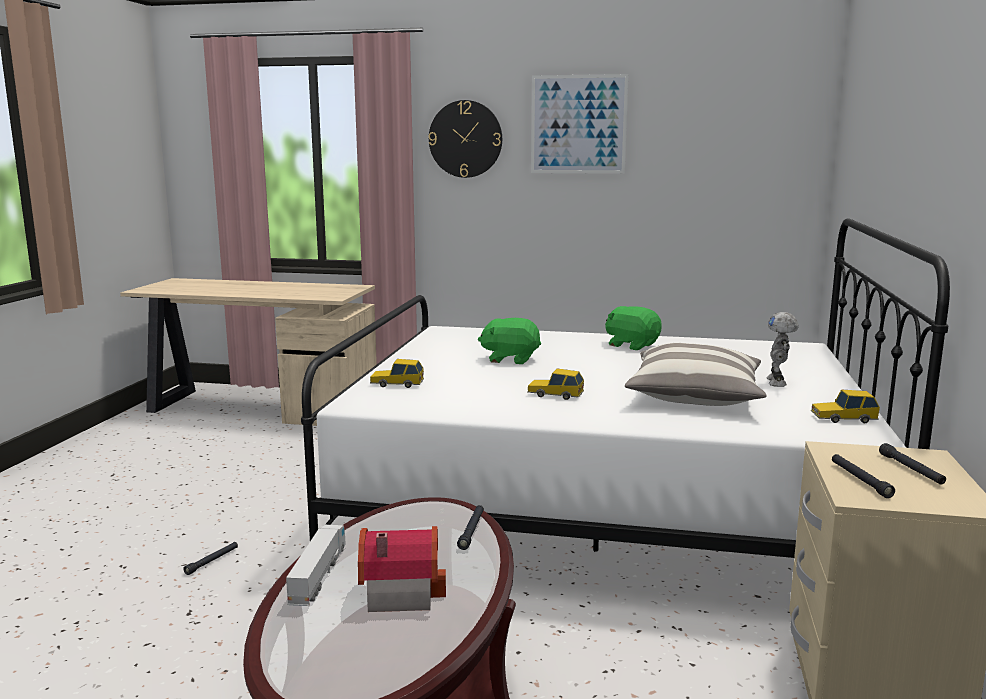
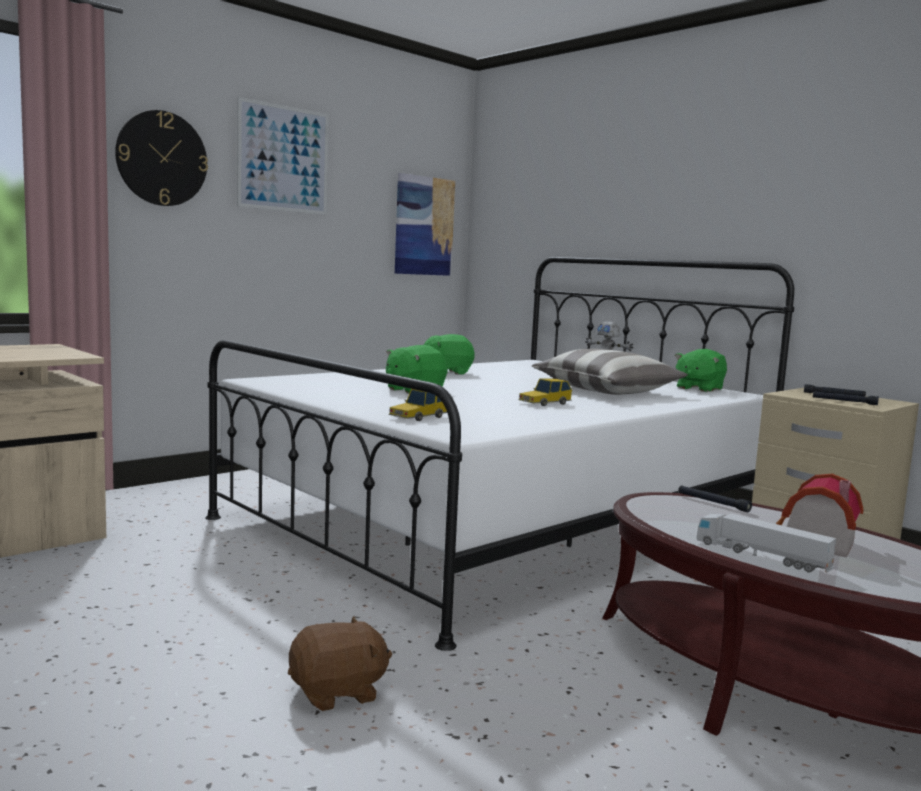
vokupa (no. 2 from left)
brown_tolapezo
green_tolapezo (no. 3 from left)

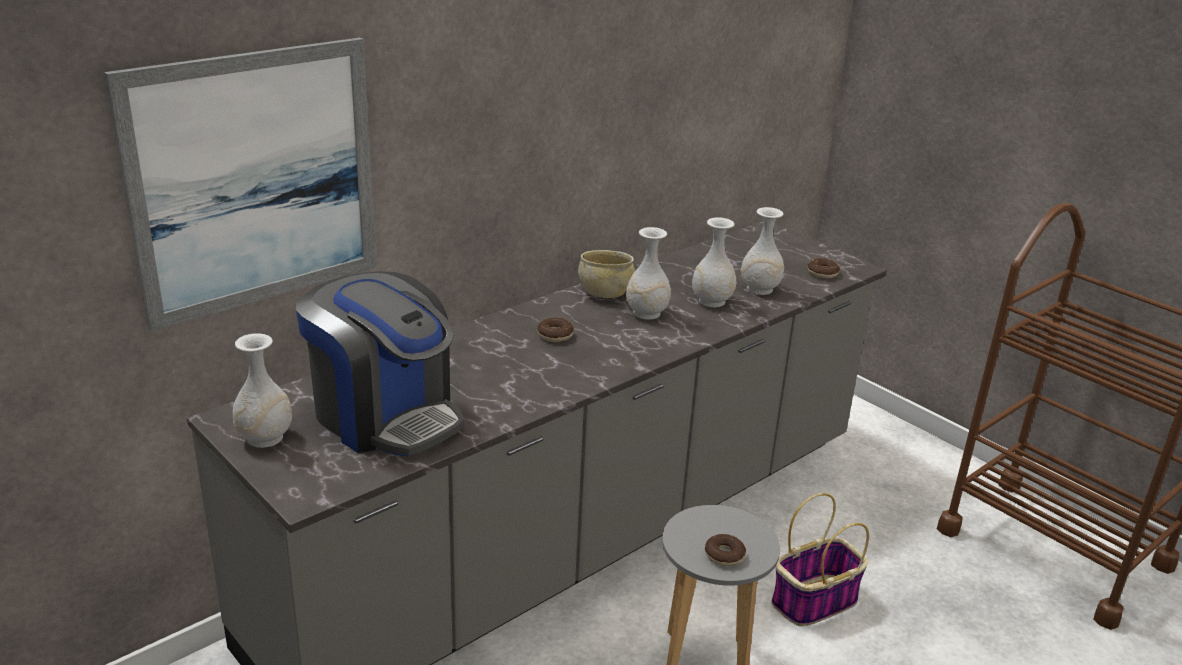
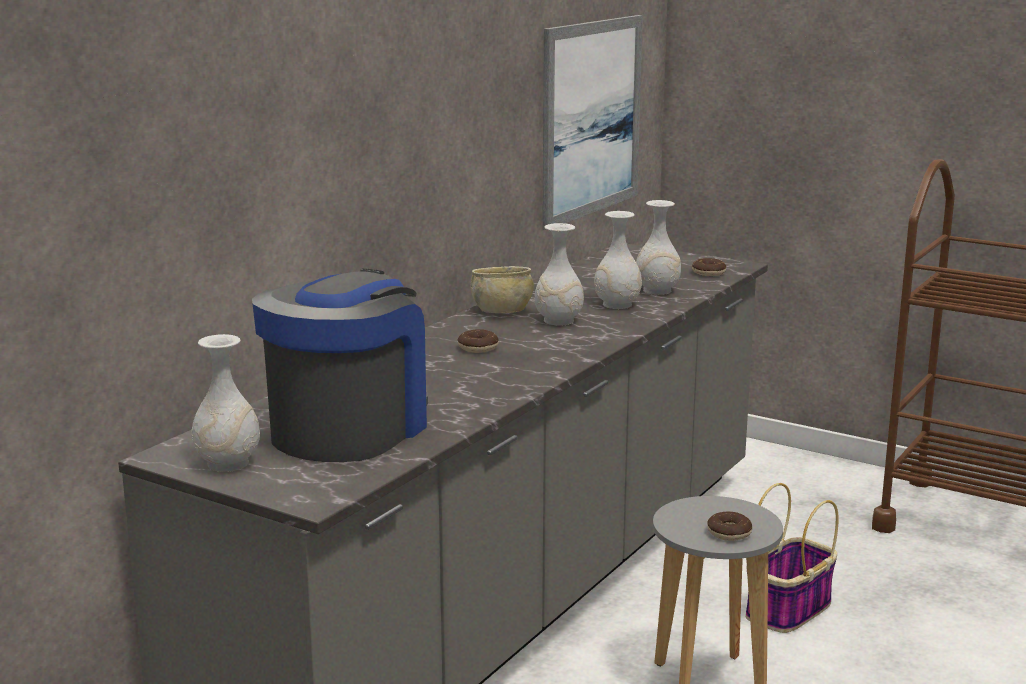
vokupa
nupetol

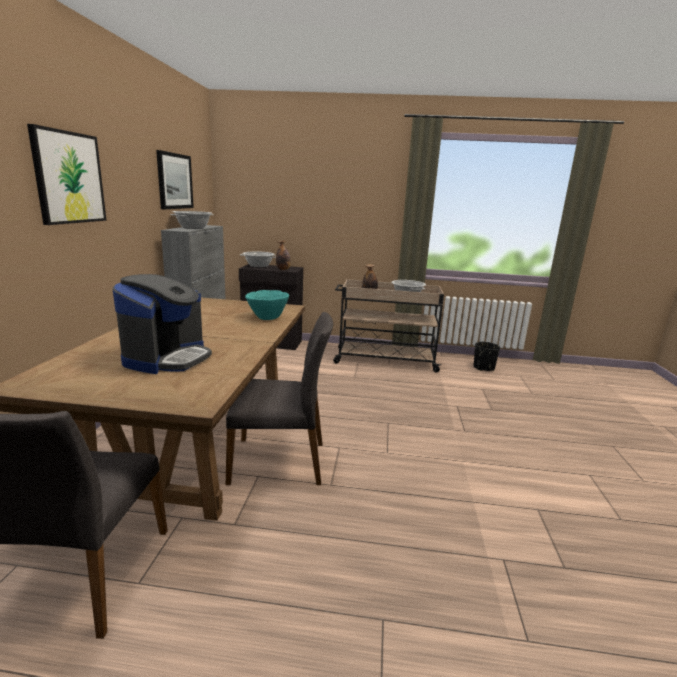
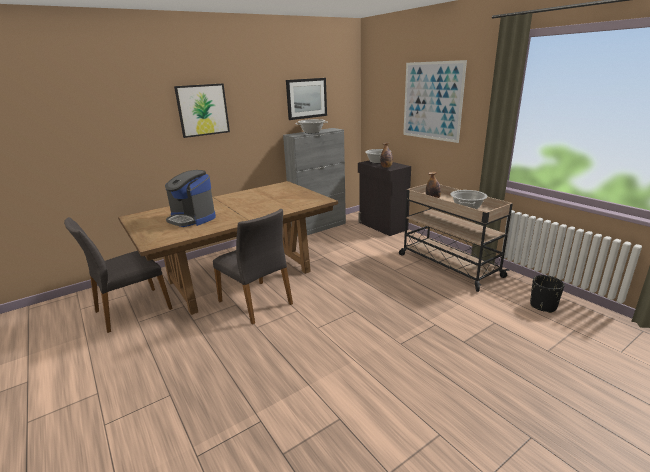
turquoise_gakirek
vokupa (no. 3 from left)
nupetol

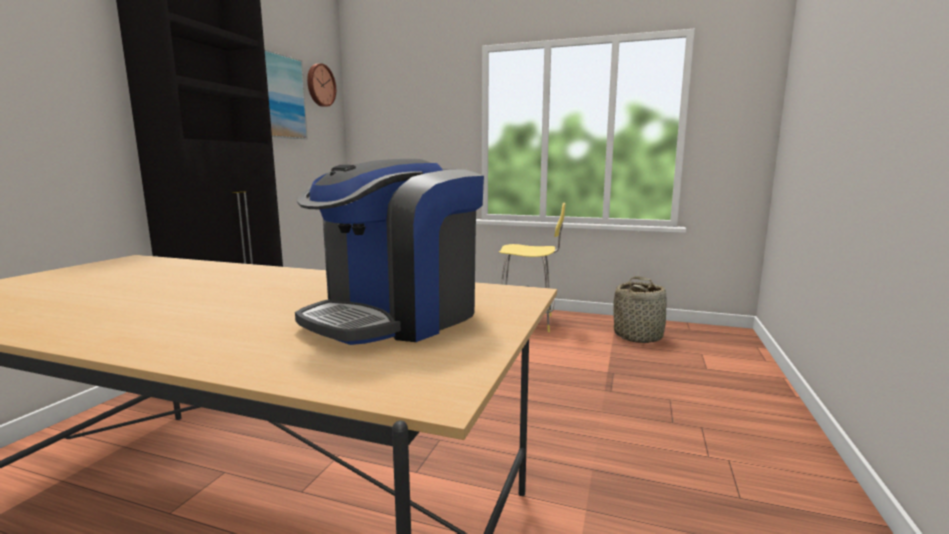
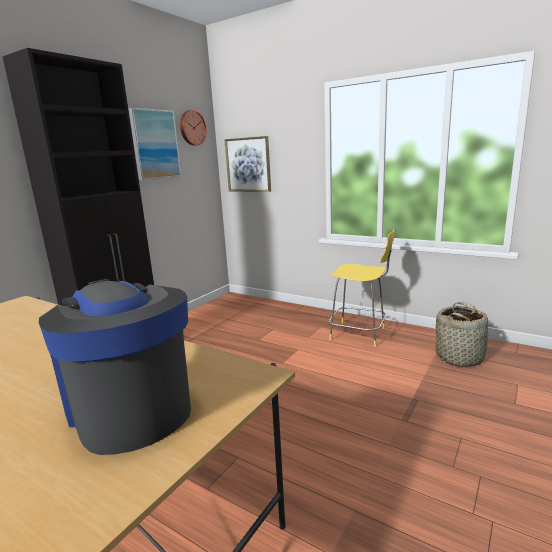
vokupa (no. 2 from left)
nupetol

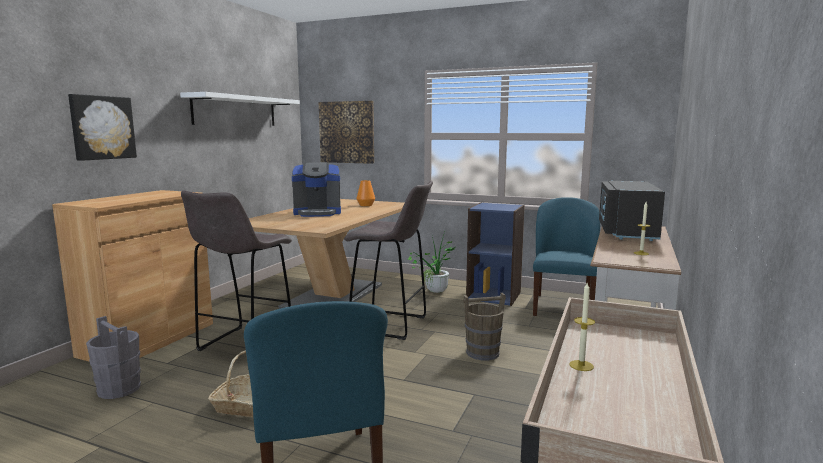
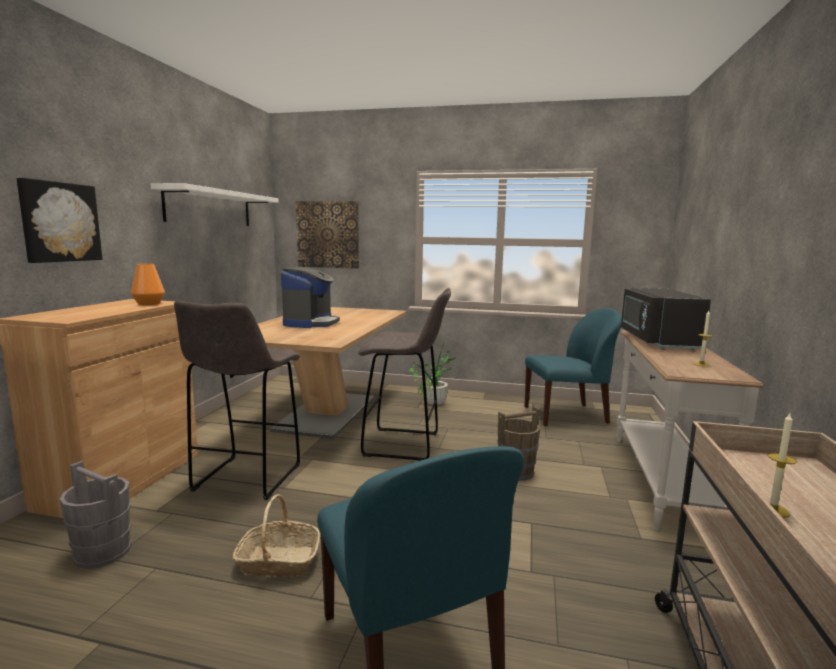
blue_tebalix
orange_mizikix
nupetol
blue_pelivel (no. 2 from left)

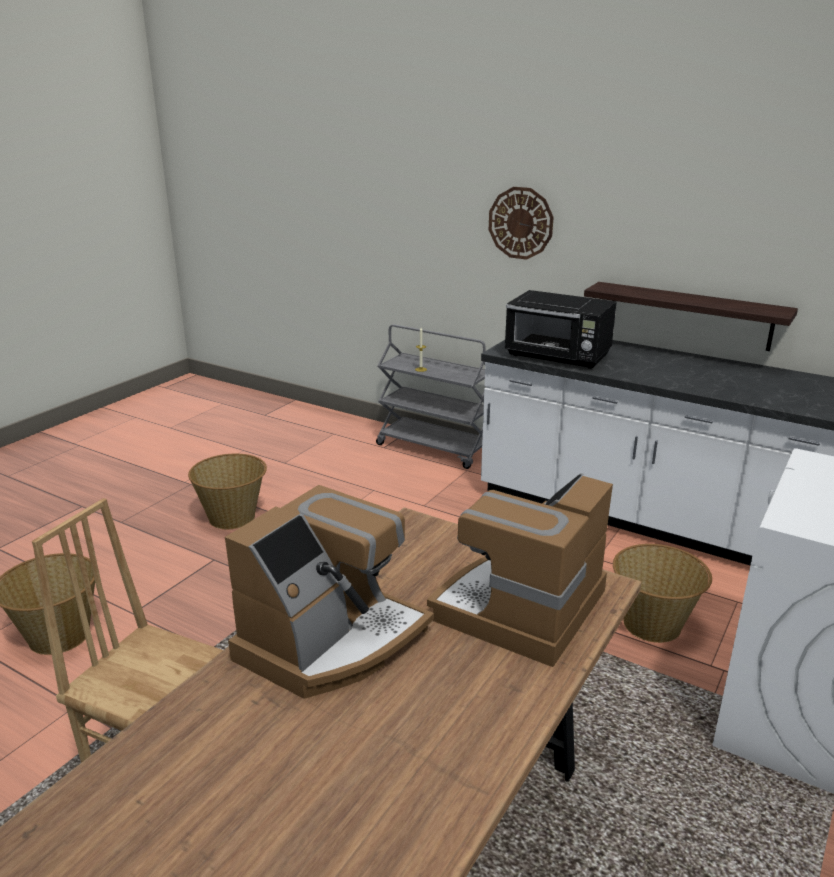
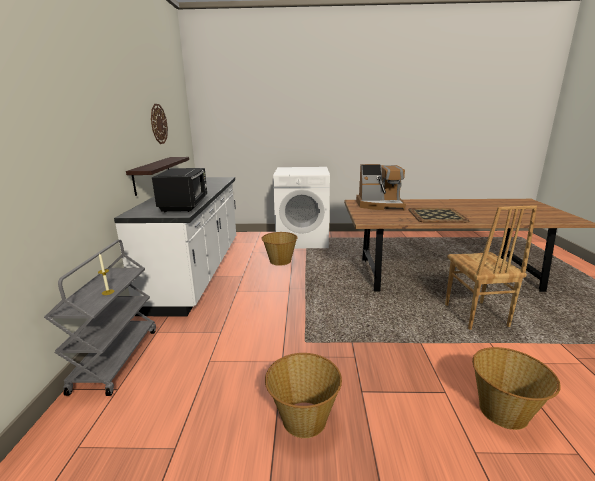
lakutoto
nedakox

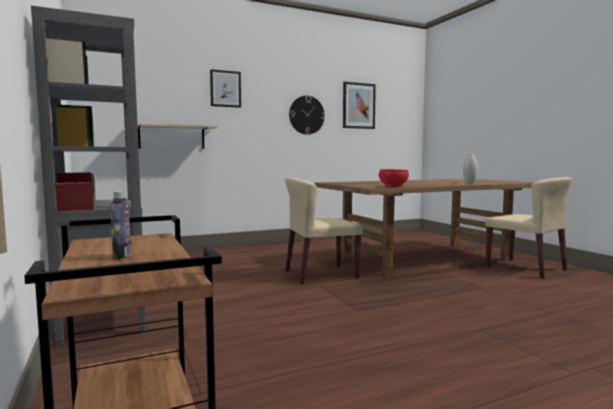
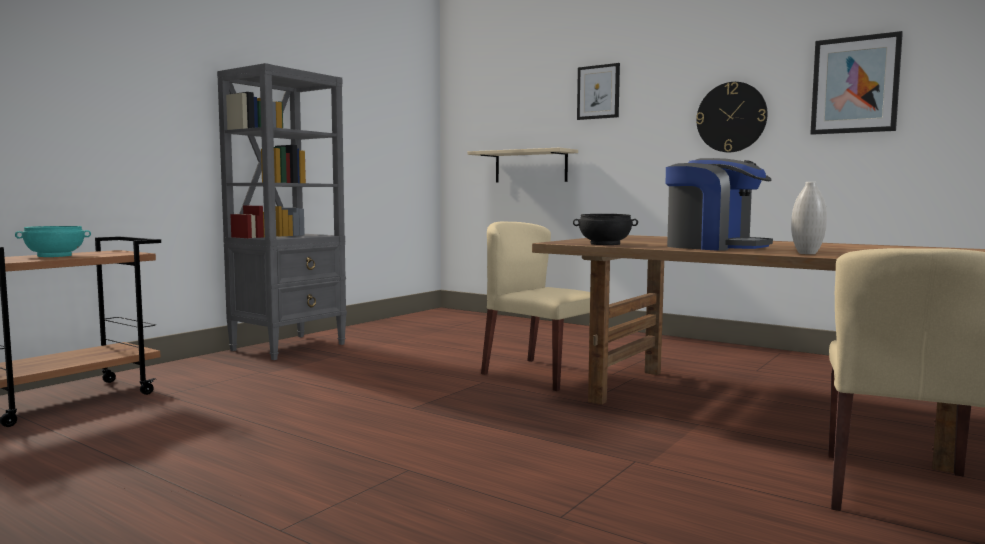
nupetol
turquoise_gakirek
black_gakirek

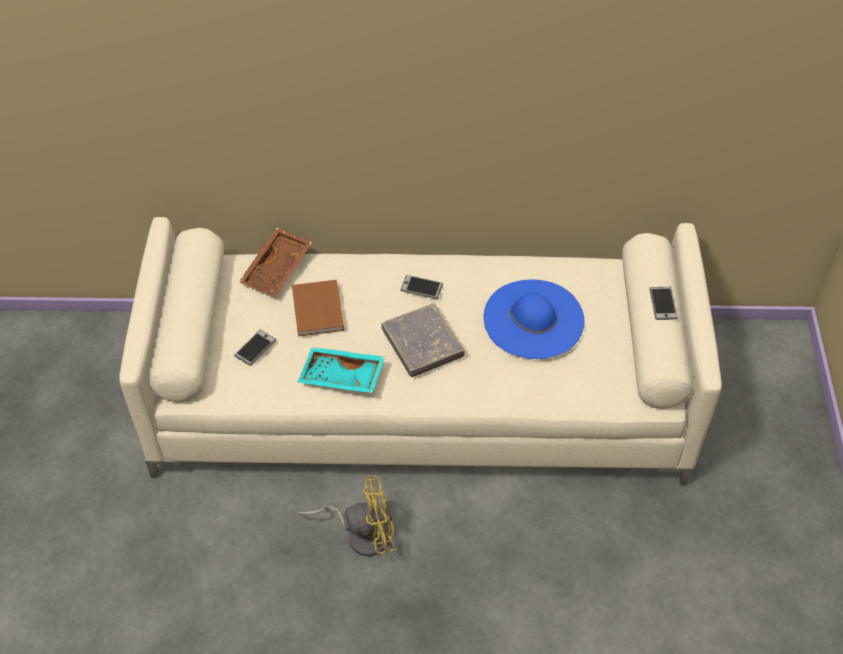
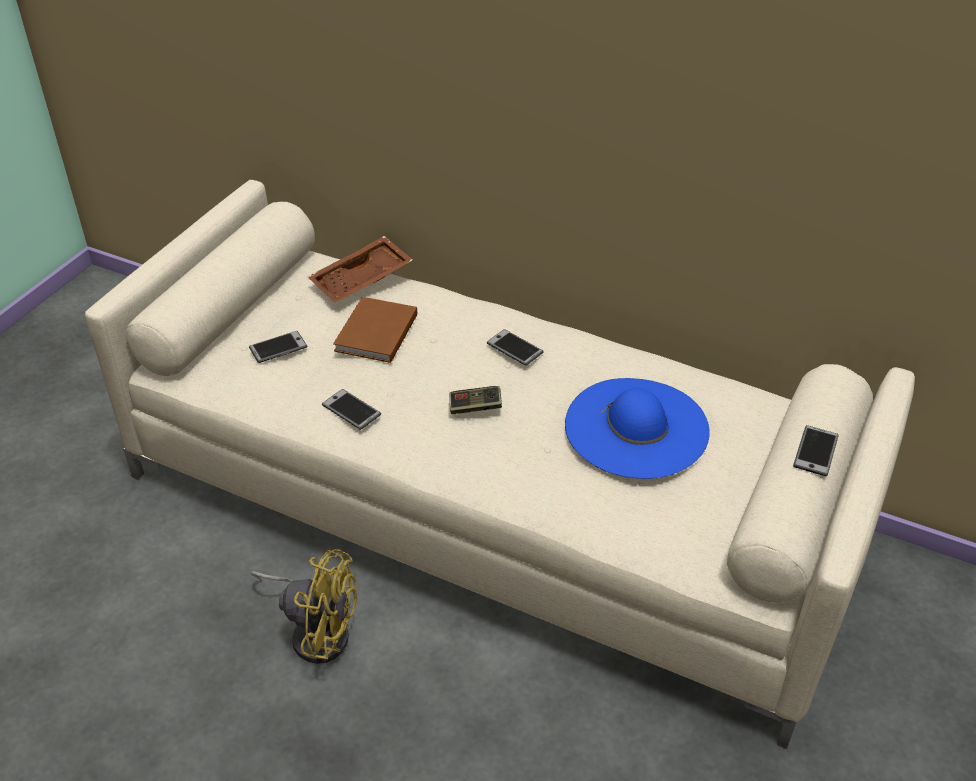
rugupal (no. 2 from left)
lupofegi

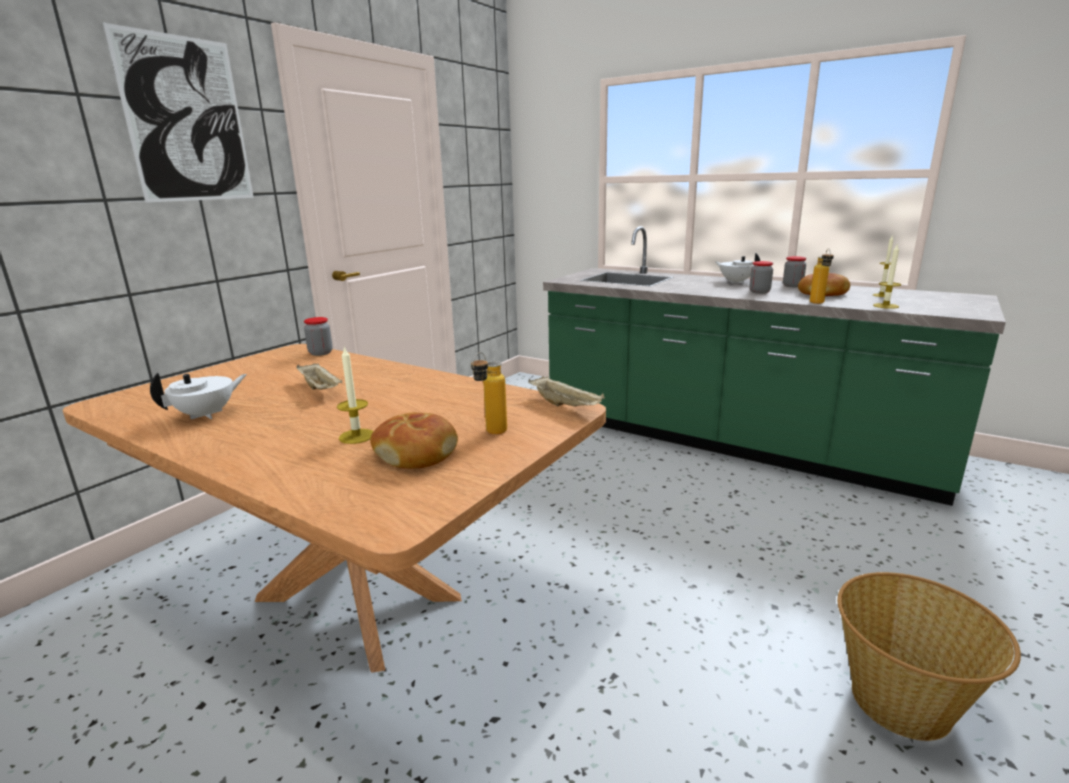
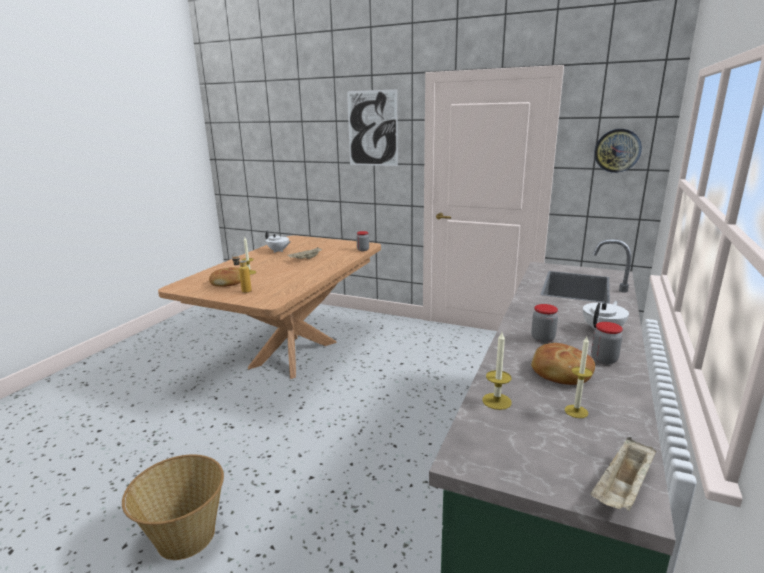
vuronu (no. 2 from left in the first image)
lakutoto
beige_nedakox (no. 2 from left)

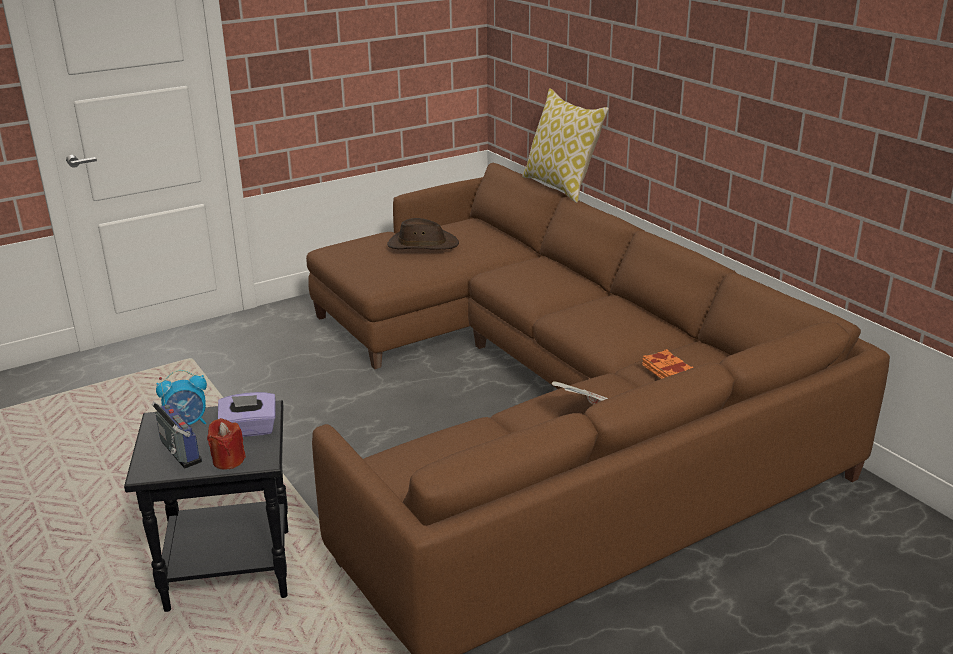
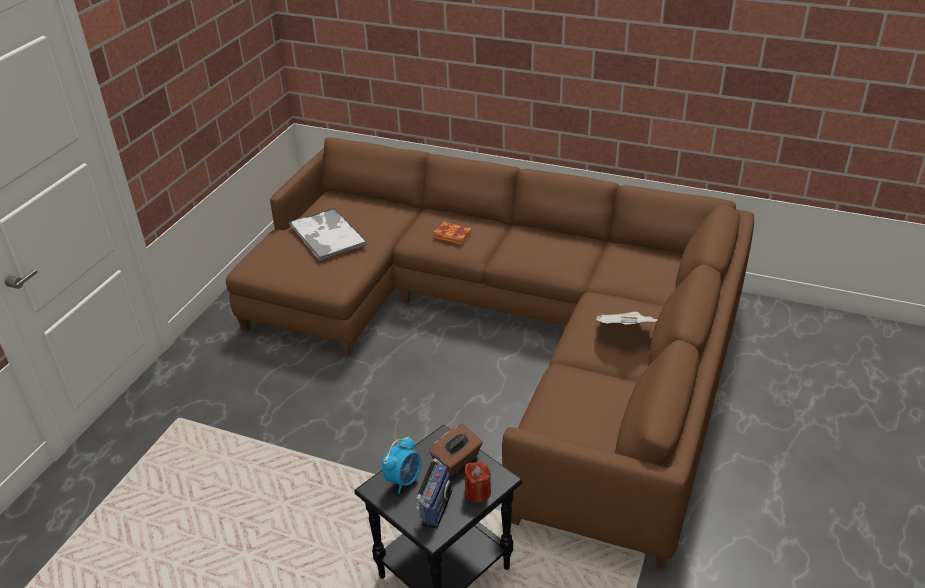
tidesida
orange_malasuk
nedakox
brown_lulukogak
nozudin

